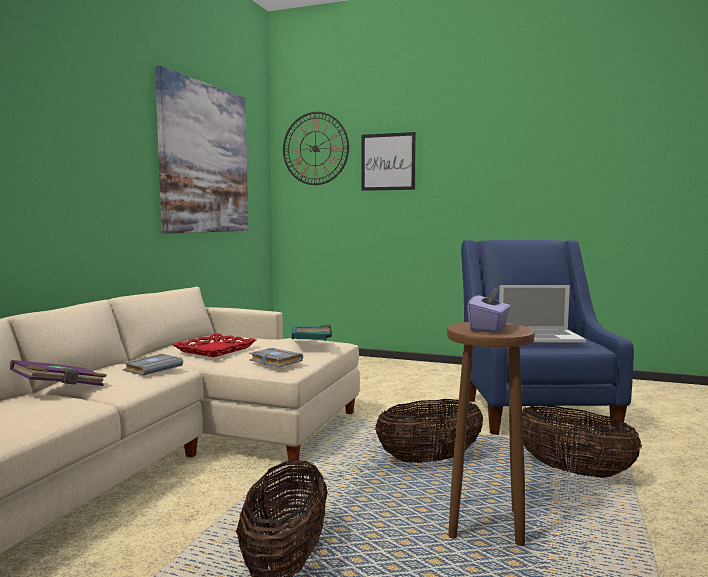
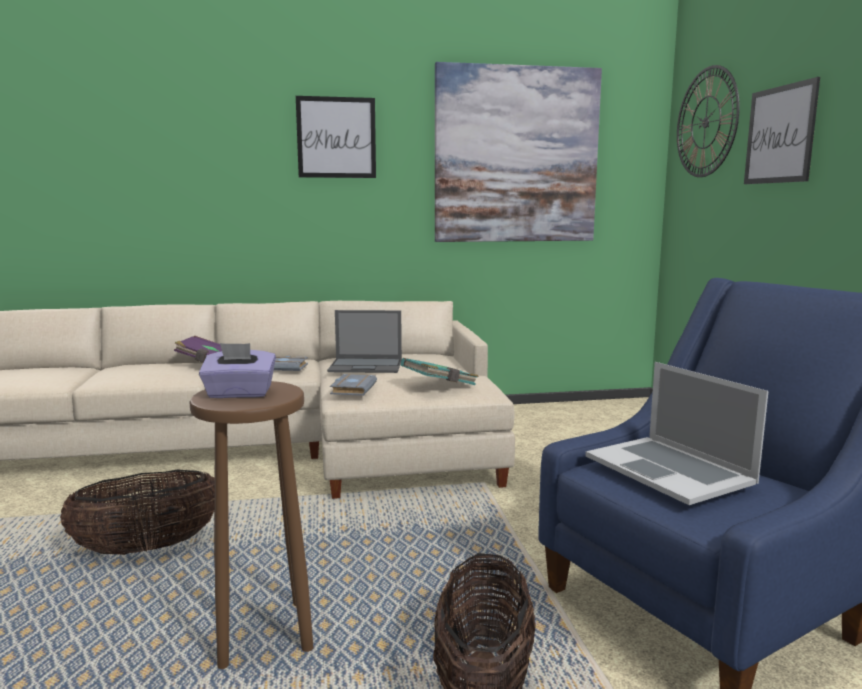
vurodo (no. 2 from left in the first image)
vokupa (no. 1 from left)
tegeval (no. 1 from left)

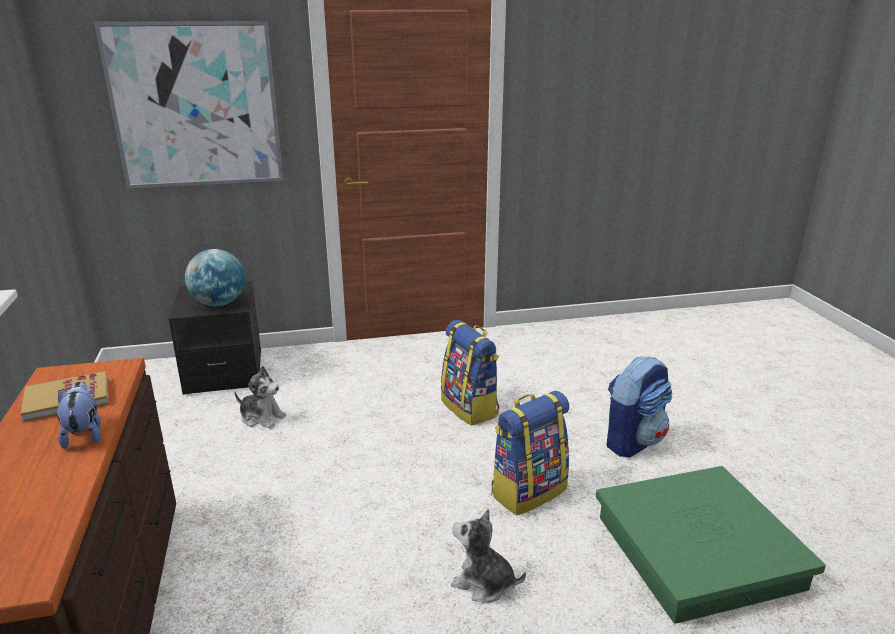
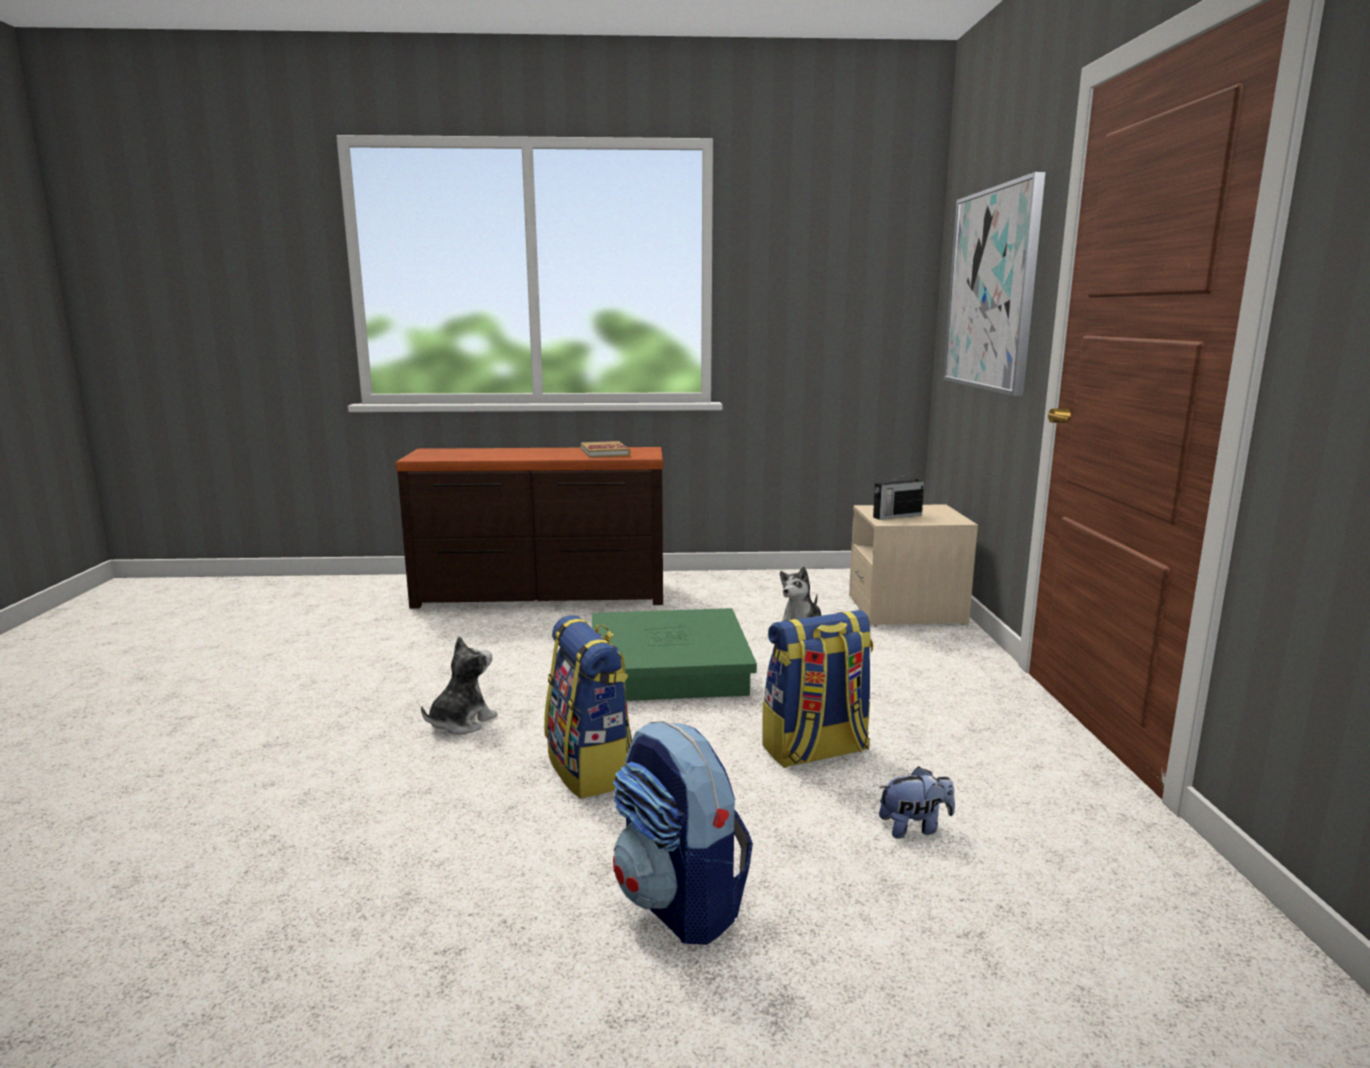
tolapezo (no. 3 from left)
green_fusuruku
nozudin
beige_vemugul

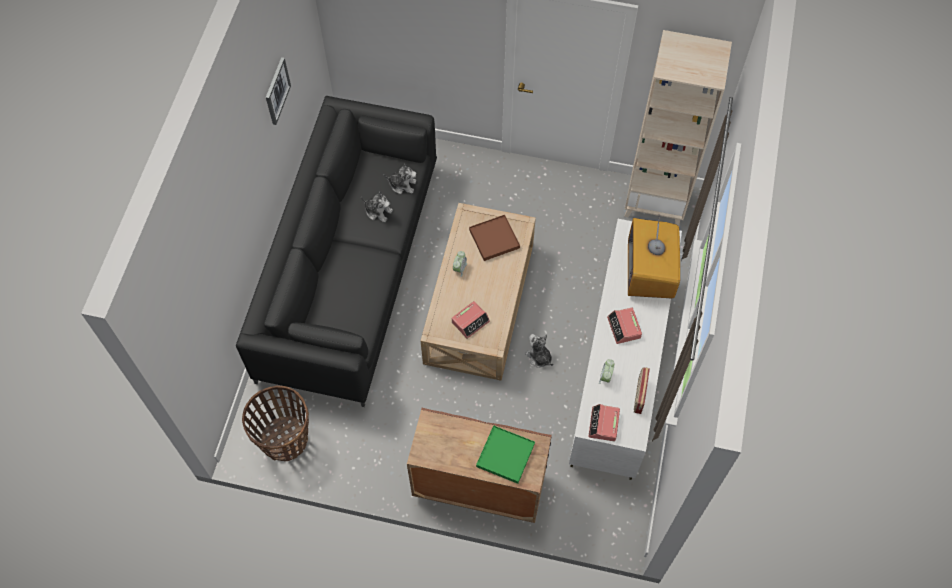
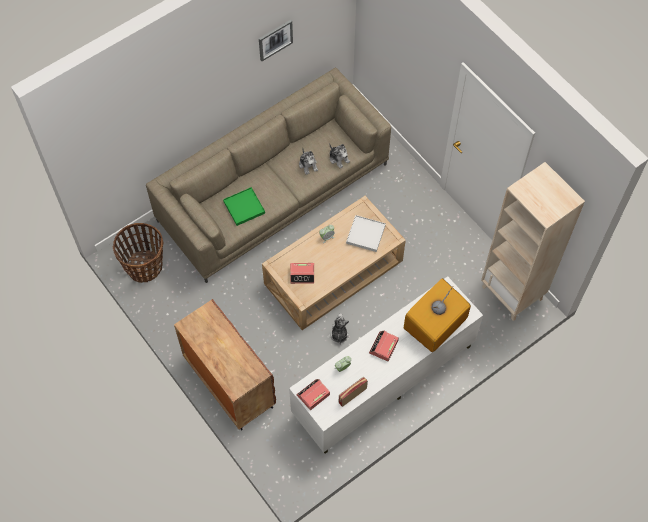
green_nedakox
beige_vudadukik
white_nedakox

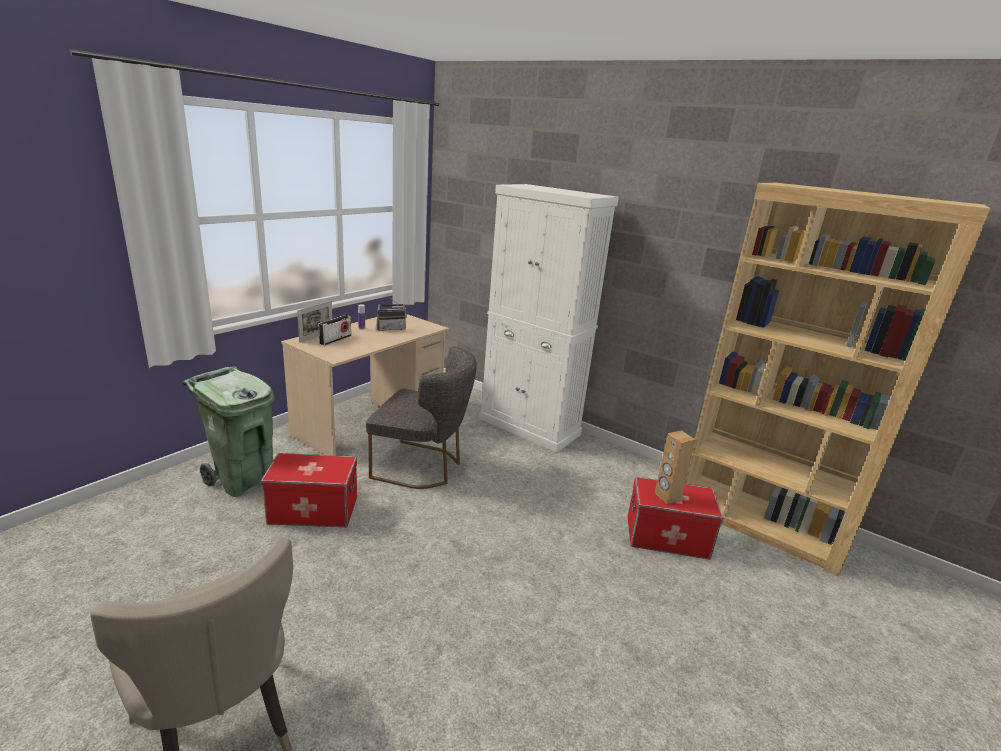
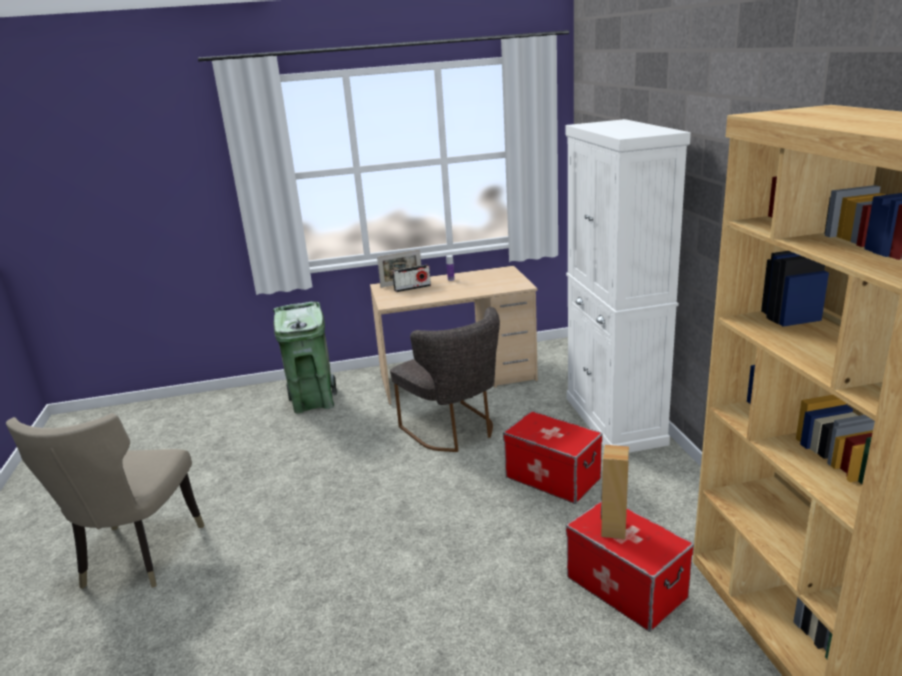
nozudin (no. 2 from left in the first image)
fusuruku (no. 1 from left)

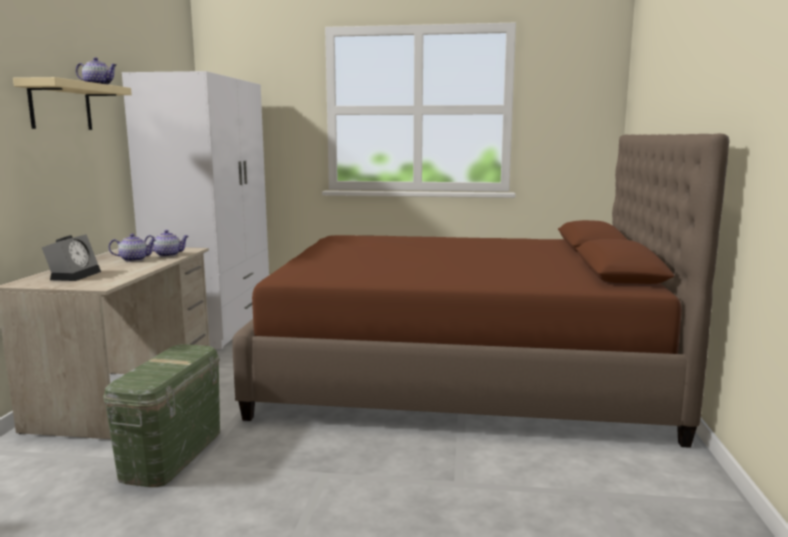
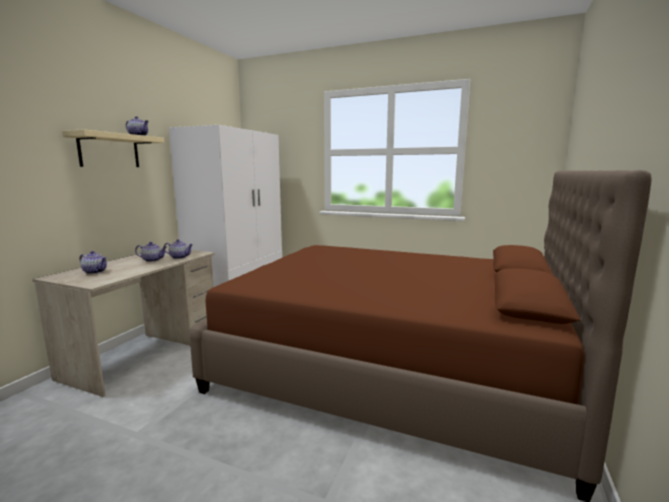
green_fusuruku
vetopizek (no. 1 from left)

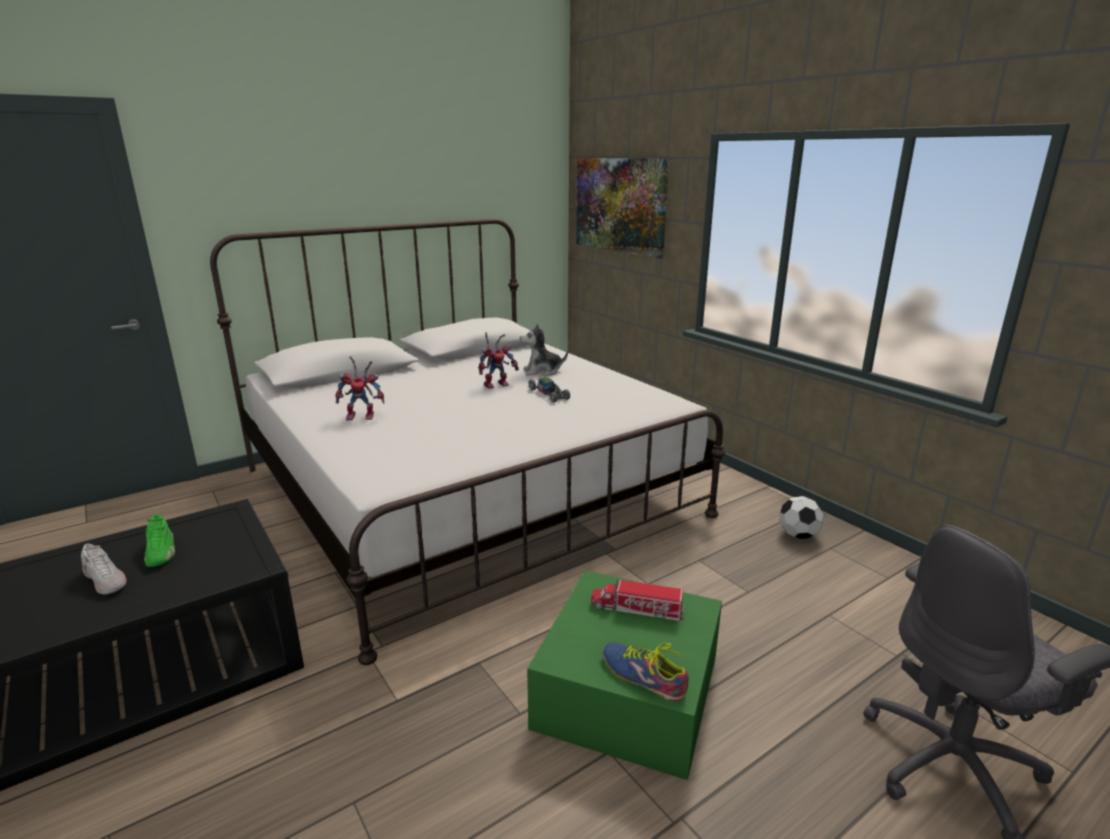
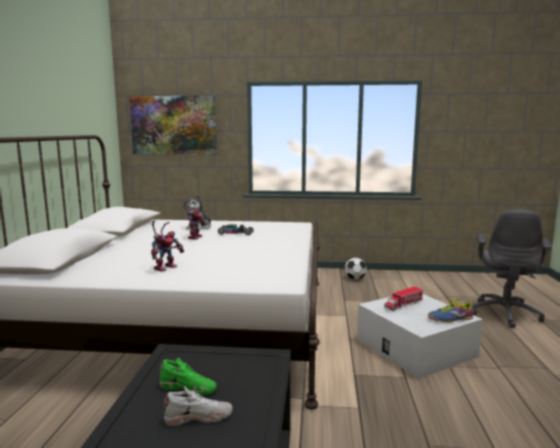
white_fusuruku

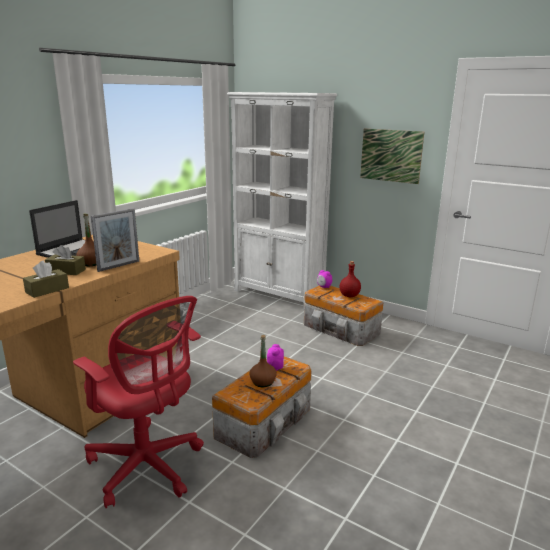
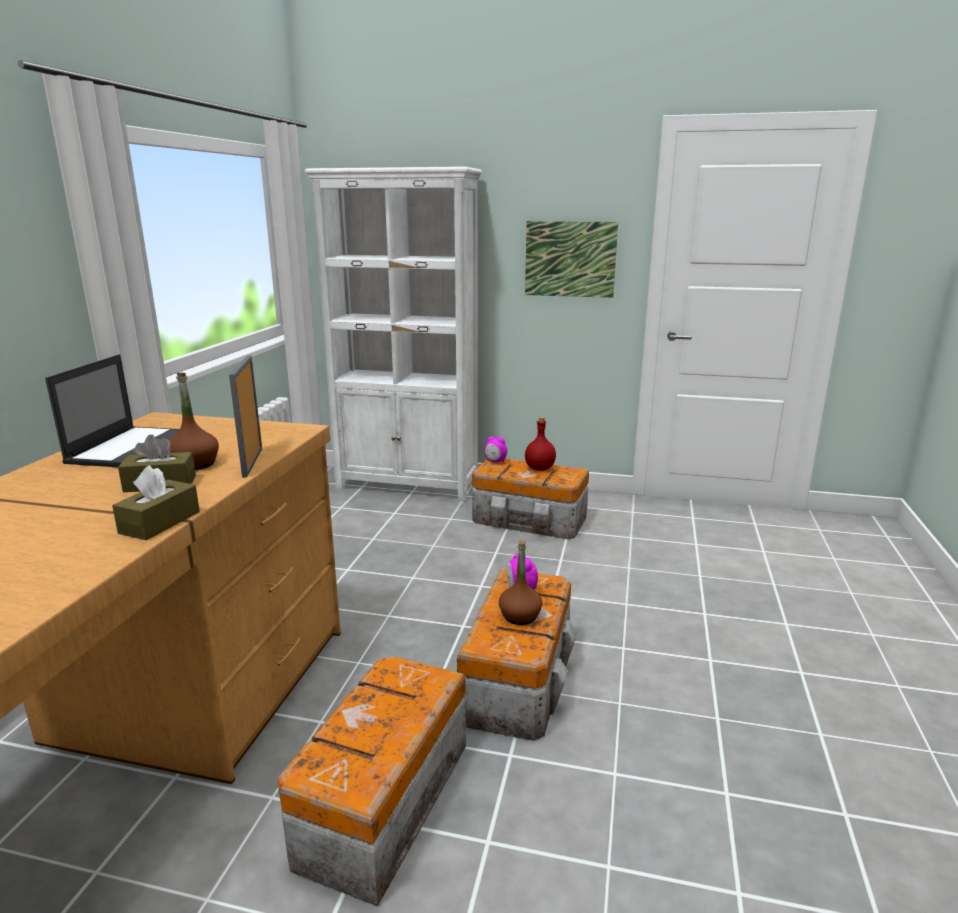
fusuruku (no. 1 from left)
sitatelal

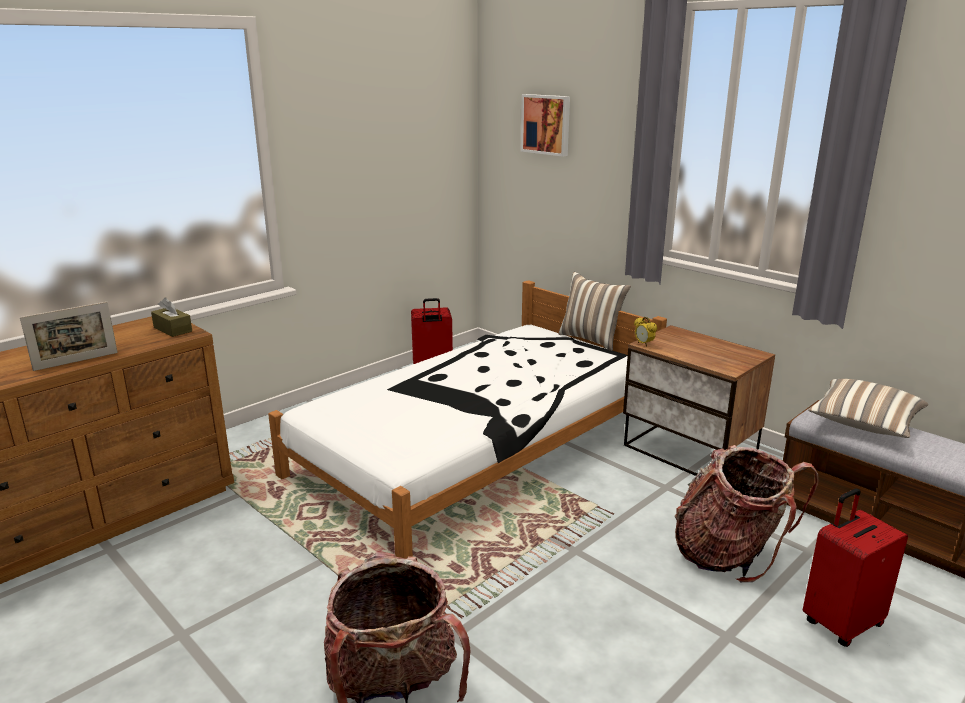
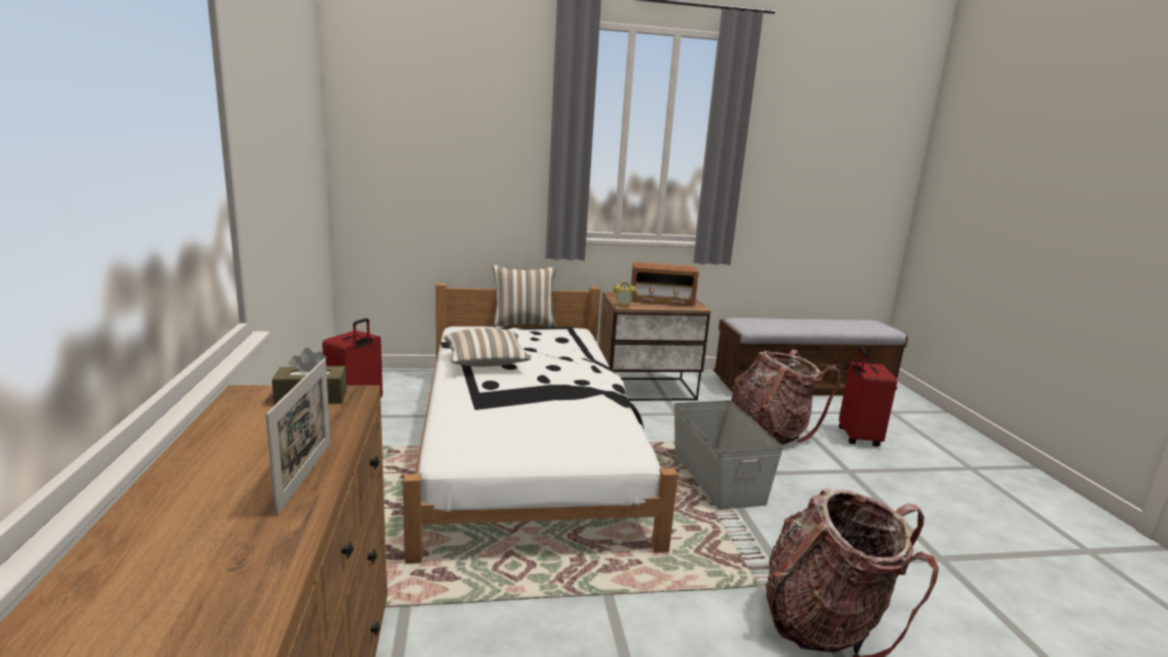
vokupa
nozudin
grey_fusuruku
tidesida (no. 1 from left)

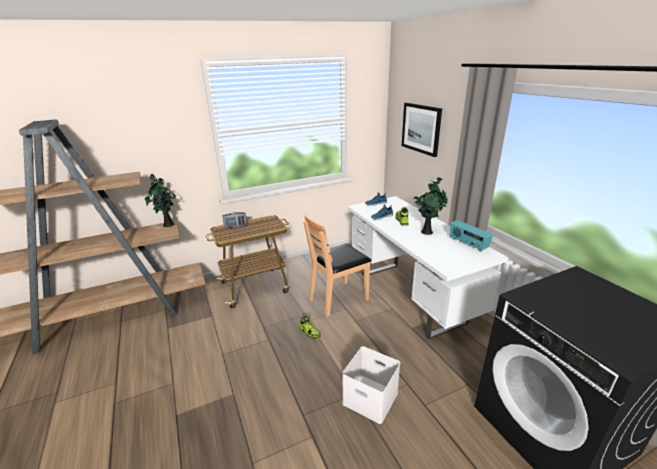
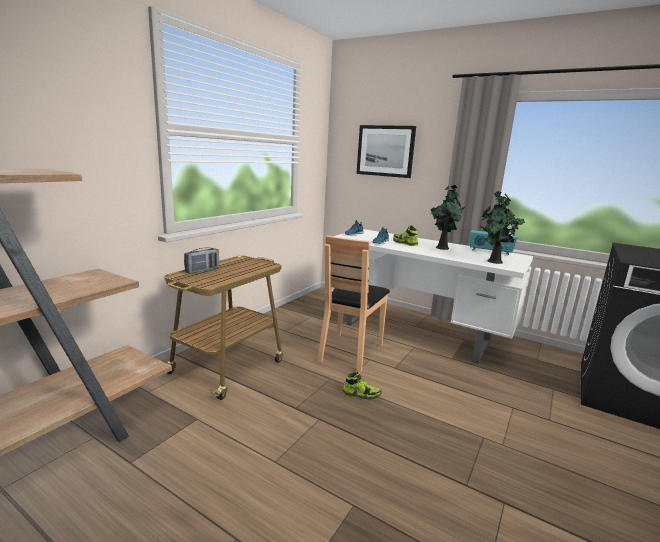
white_fusuruku
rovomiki (no. 2 from left)

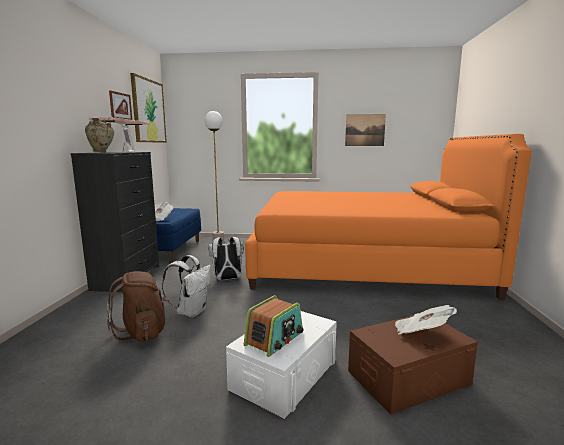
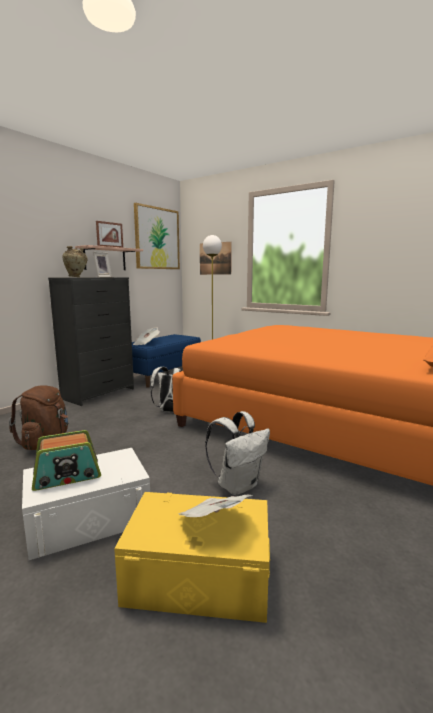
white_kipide (no. 2 from left)
vokupa (no. 2 from left)
yellow_fusuruku

